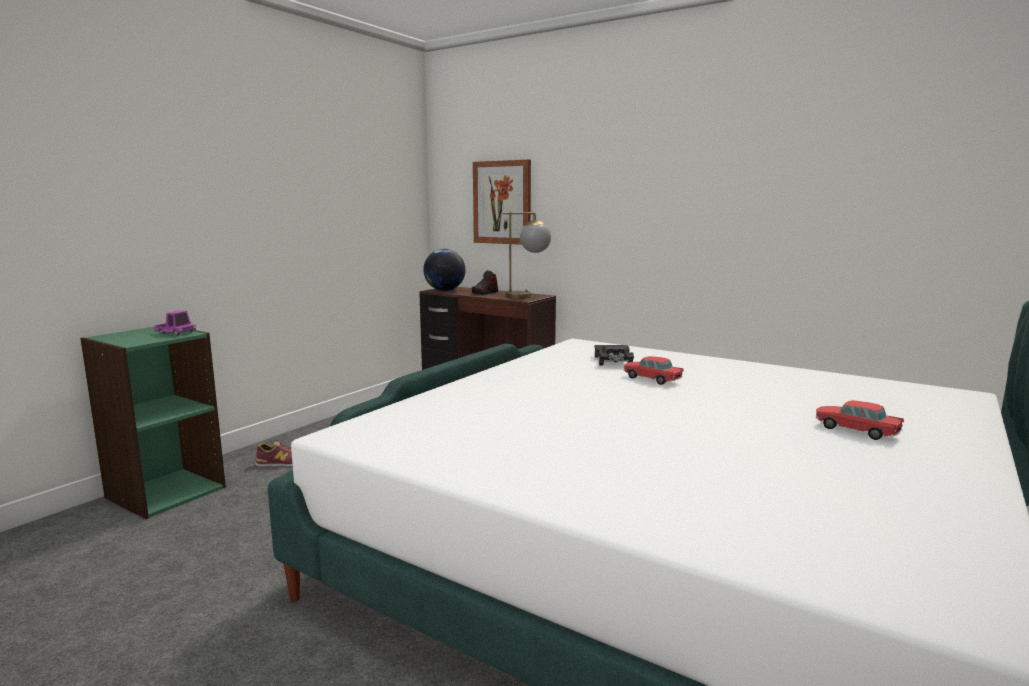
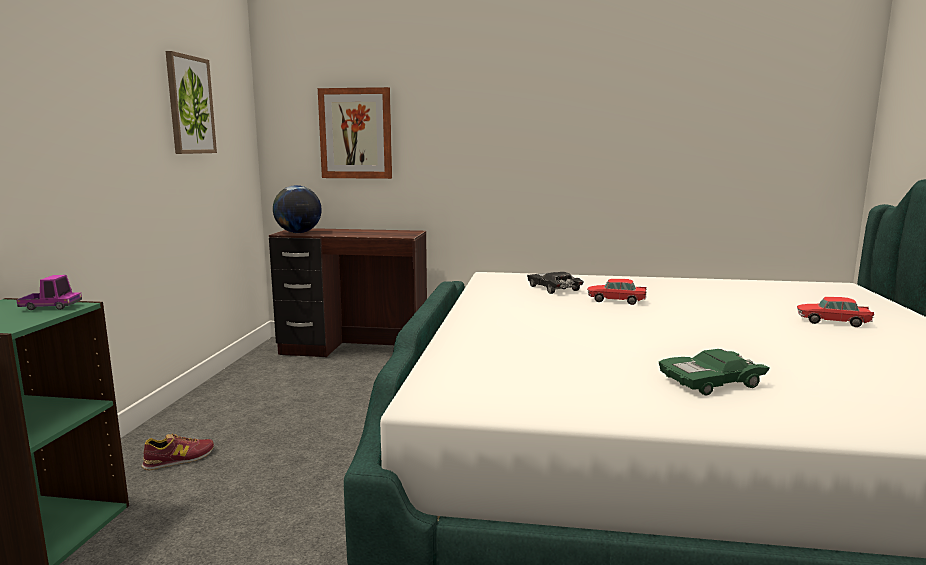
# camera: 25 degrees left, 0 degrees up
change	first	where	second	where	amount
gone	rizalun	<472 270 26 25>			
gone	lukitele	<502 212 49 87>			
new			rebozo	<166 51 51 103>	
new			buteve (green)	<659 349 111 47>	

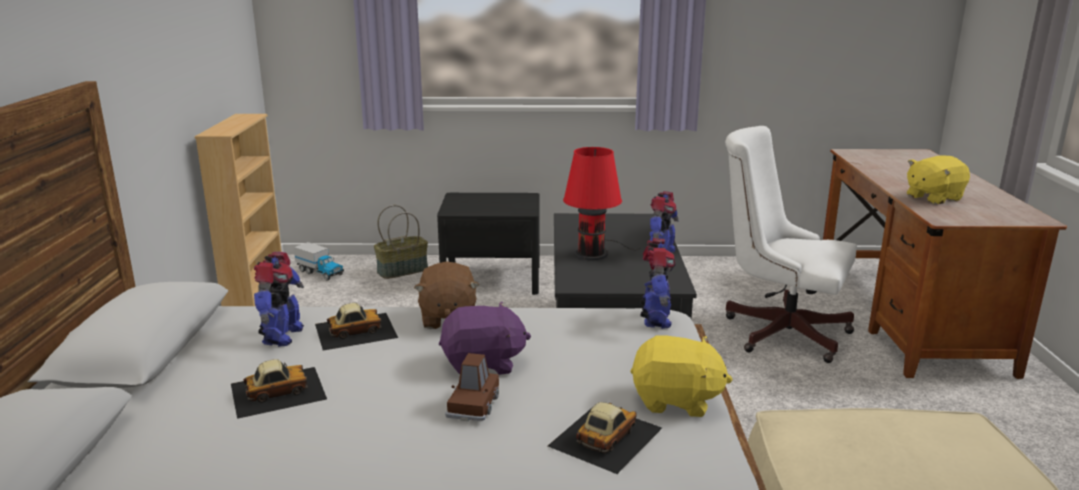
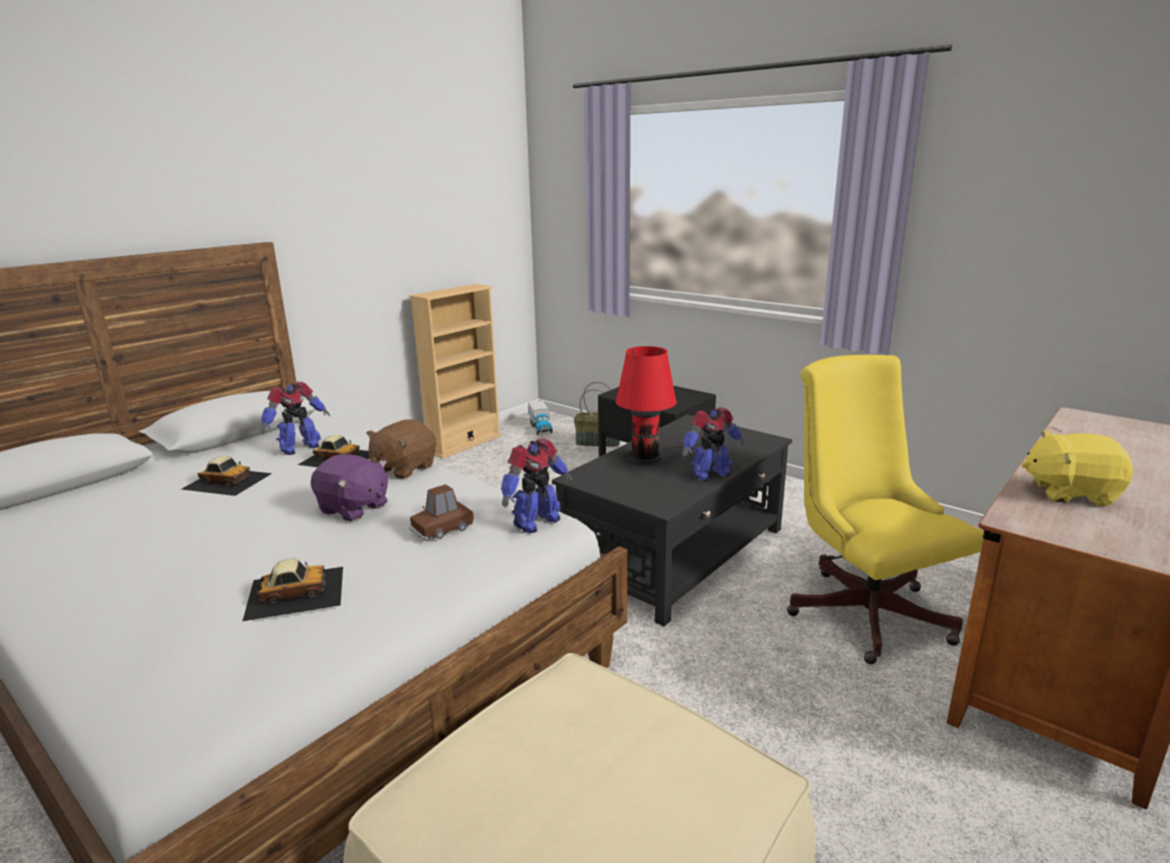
# camera: 40 degrees right, 0 degrees up
change	first	where	second	where	amount
gone	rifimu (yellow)	<630 335 103 82>			
shifted	buteve (brown)	<445 353 54 68>		<409 484 65 57>	
repainted	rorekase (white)	<725 126 132 237>	rorekase (yellow)	<787 355 197 309>	

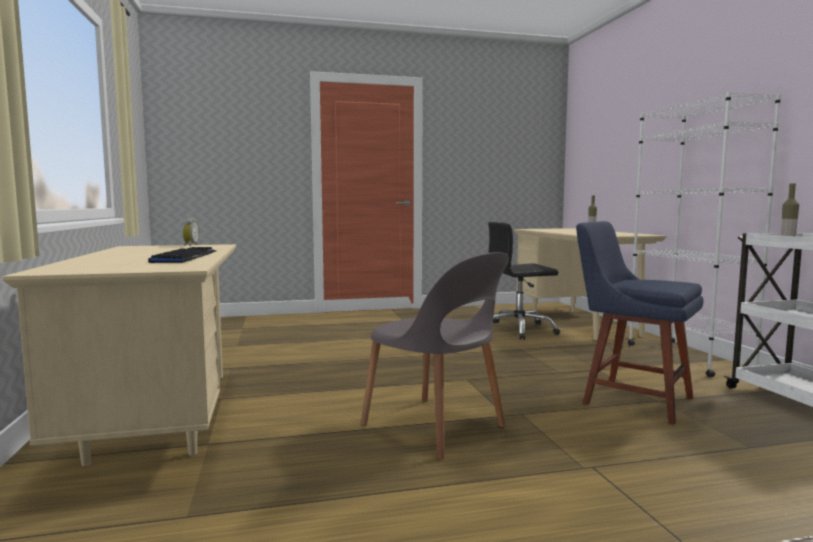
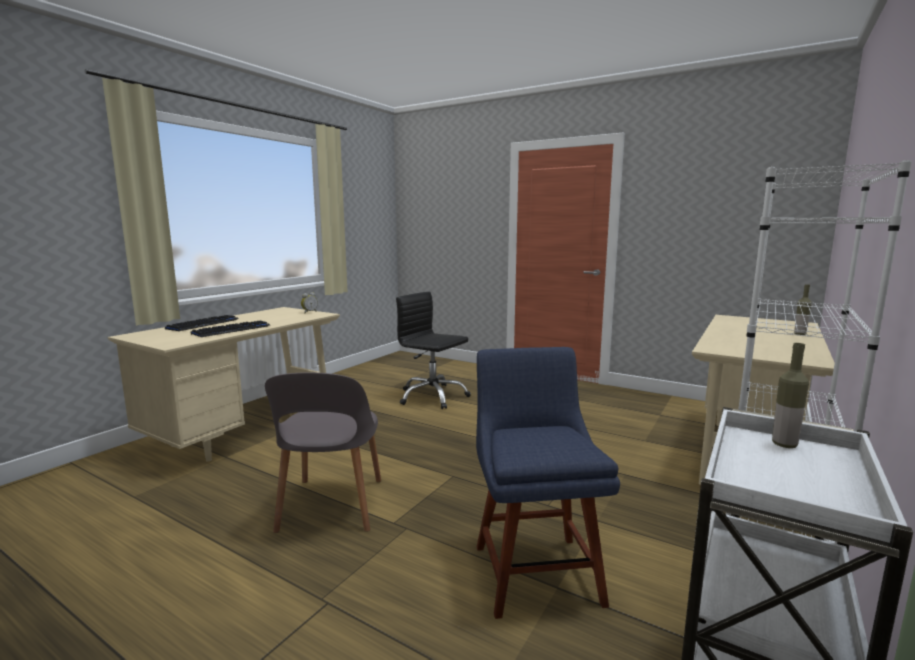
# camera: 45 degrees right, 5 degrees up
change	first	where	second	where	amount
new			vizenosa	<165 315 74 16>	
shifted	rorekase (black)	<488 222 72 118>		<396 292 75 117>	

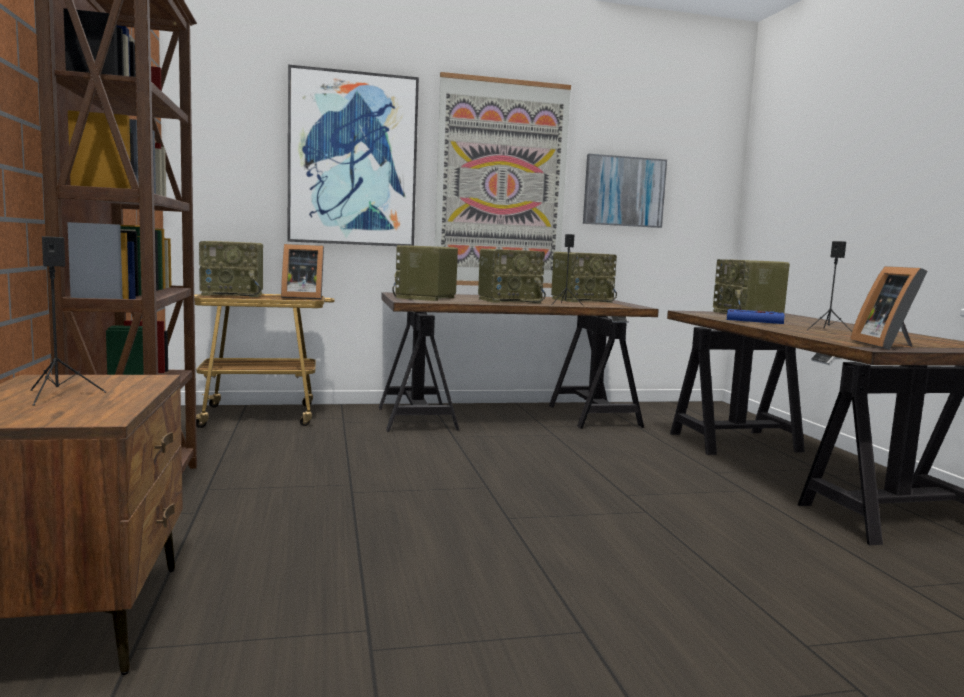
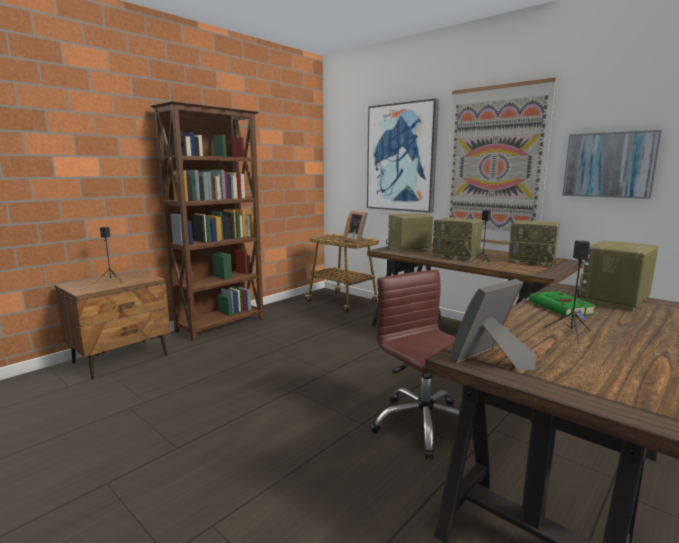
# camera: 55 degrees right, 5 degrees up
change	first	where	second	where	amount
gone	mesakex	<199 241 64 56>			
new			rorekase (brown)	<370 270 103 190>	
repainted	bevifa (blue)	<726 309 64 15>	bevifa (green)	<529 291 67 29>	

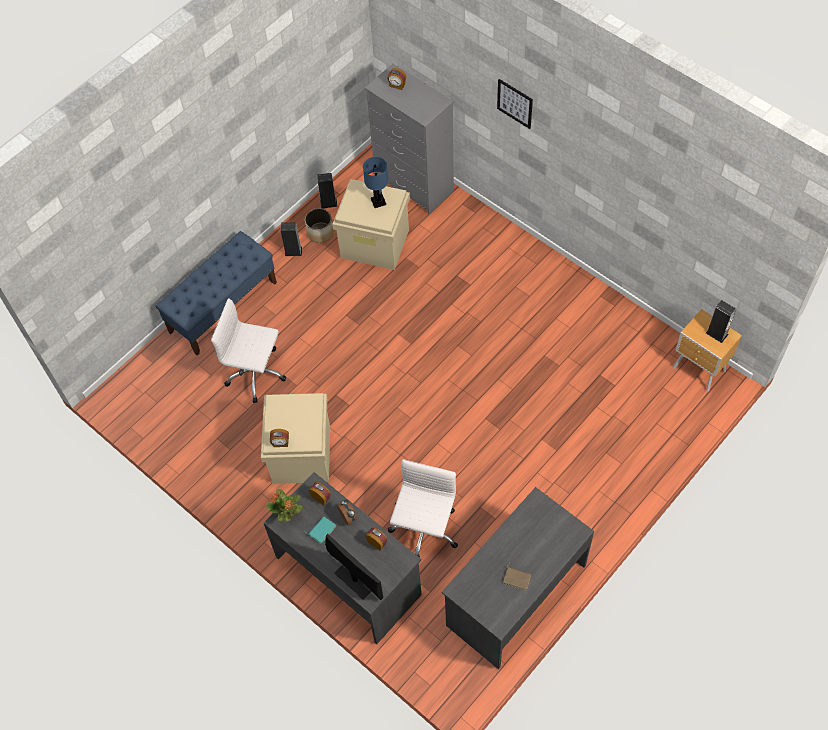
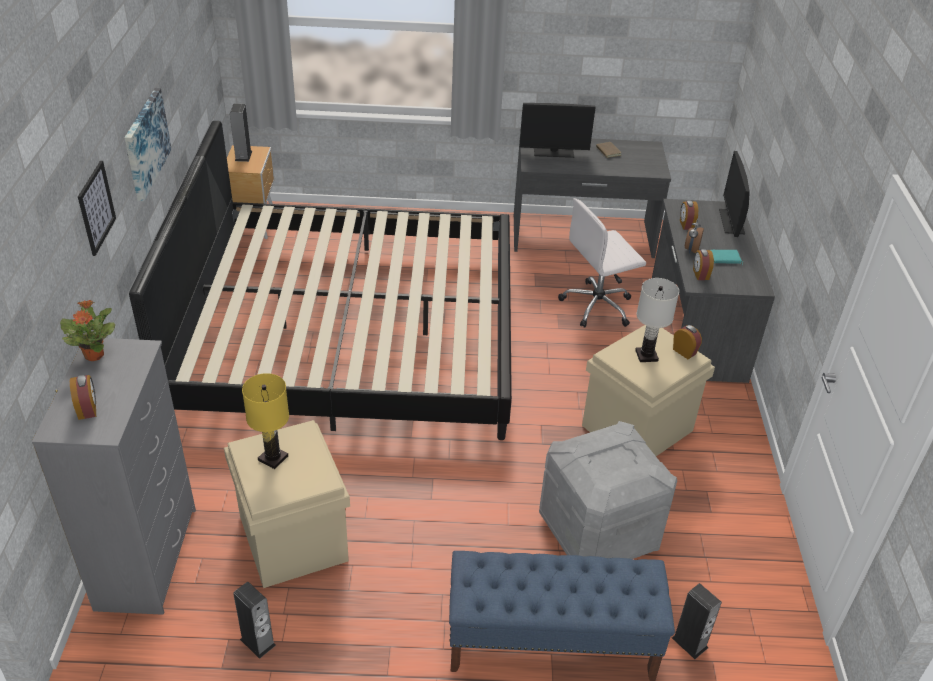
# camera: 135 degrees left, 20 degrees down
change	first	where	second	where	amount
gone	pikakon	<305 208 29 35>			
new			rebozo	<124 88 48 113>	
new			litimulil	<129 121 383 319>	
new			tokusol	<519 103 77 55>	
new			lukitele (white)	<635 278 44 84>	
shifted	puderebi	<266 489 37 33>		<60 300 55 61>	
shifted	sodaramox	<280 222 22 34>		<672 583 50 76>	
swapped	rorekase (white)	<211 298 75 105>	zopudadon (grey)	<539 421 138 138>	
repainted	lukitele (blue)	<363 157 26 51>	lukitele (yellow)	<242 373 47 96>	

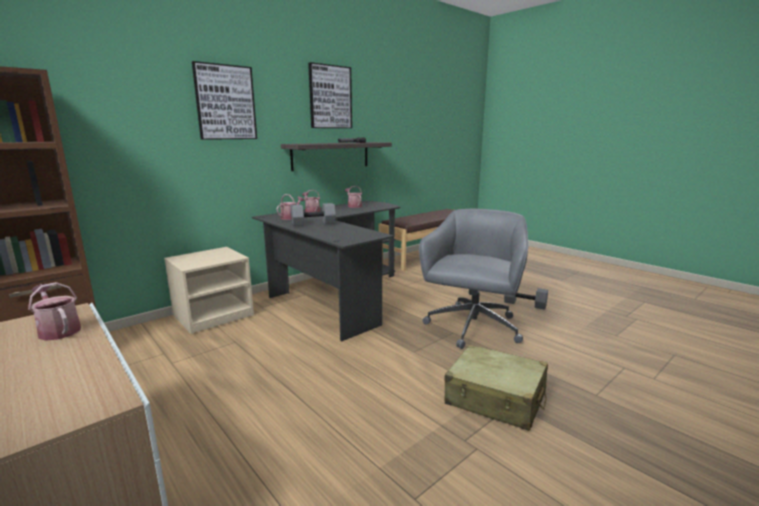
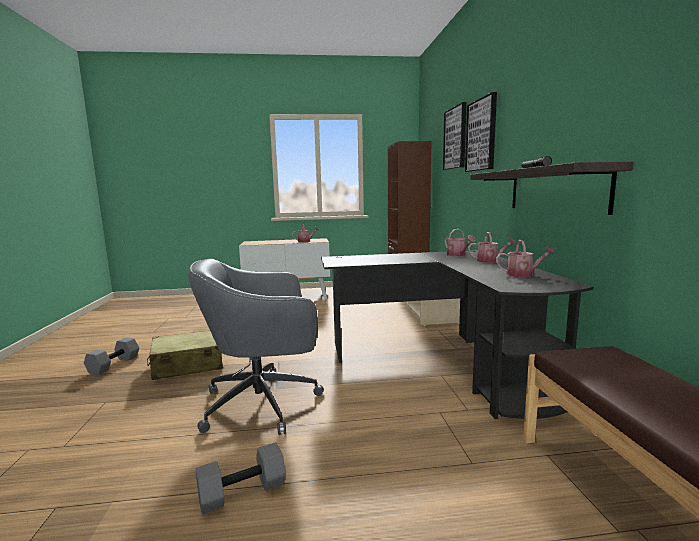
# camera: 125 degrees right, 5 degrees down
change	first	where	second	where	amount
shifted	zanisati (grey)	<291 203 45 23>		<84 337 55 38>	
shifted	rebozo	<308 62 44 66>		<443 102 24 68>	
rotated	rorekase (grey)	<419 209 110 140>		<188 259 136 176>	105 degrees clockwise

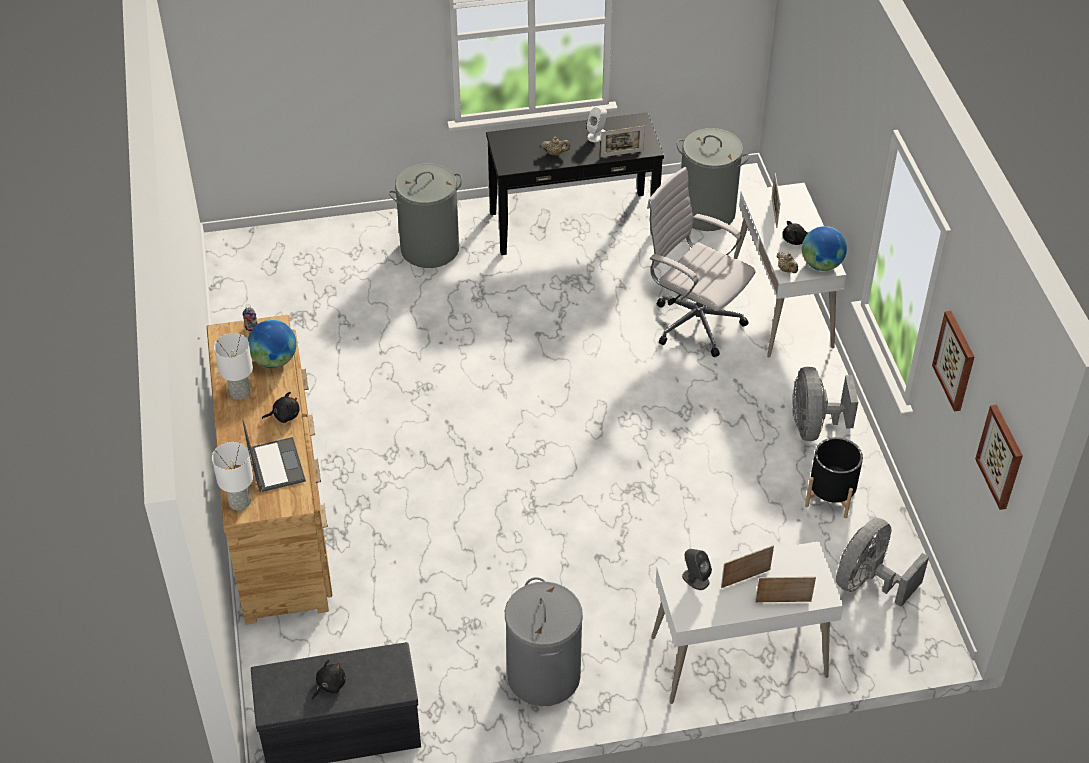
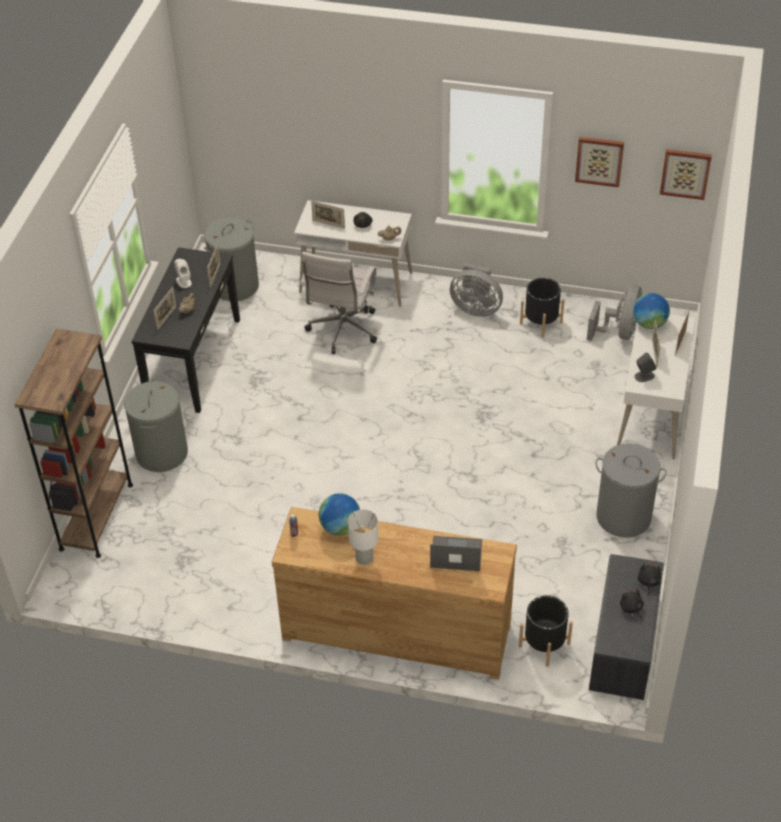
# camera: 65 degrees left, 0 degrees up
change	first	where	second	where	amount
gone	lukitele (white)	<212 442 41 68>			
new			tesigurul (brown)	<15 329 118 229>	
new			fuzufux	<154 287 23 44>	
new			pikakon (black)	<519 595 54 72>	
shifted	rifimu (black)	<262 392 38 31>		<637 561 24 35>	
shifted	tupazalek	<802 226 45 45>		<633 293 37 36>	
rotated	rorekase (white)	<647 167 109 190>		<300 252 77 102>	45 degrees counterclockwise
rotated	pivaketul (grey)	<836 518 93 89>		<587 285 56 56>	135 degrees counterclockwise

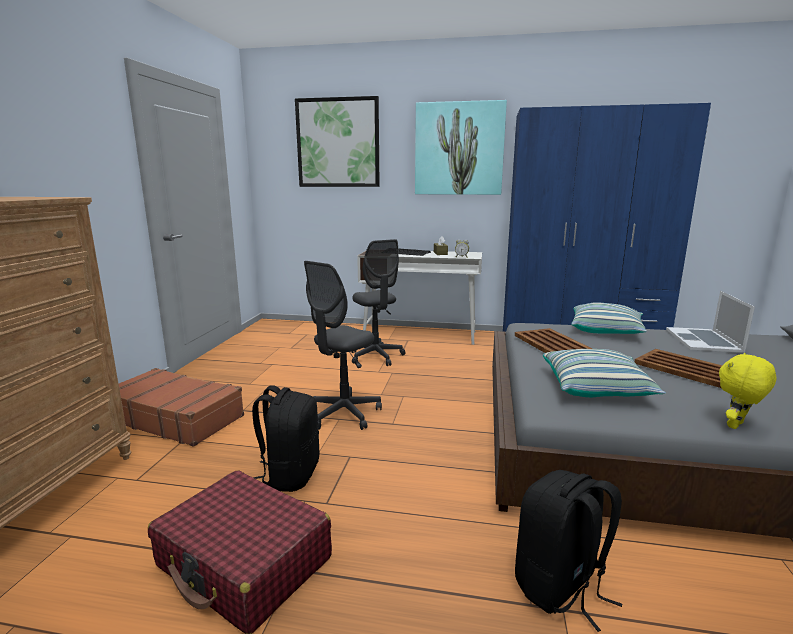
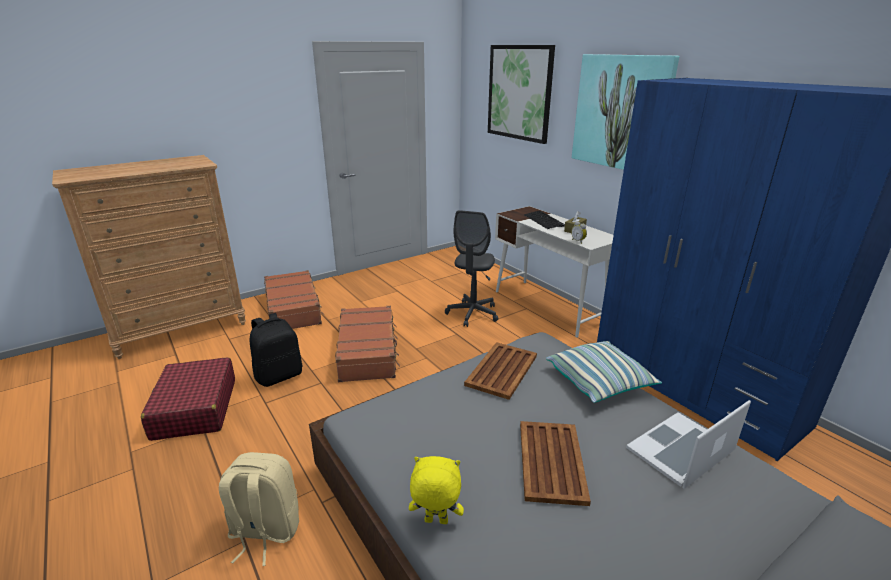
# camera: 45 degrees right, 10 degrees up
change	first	where	second	where	amount
gone	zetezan	<543 349 123 48>			
swapped	rorekase (grey)	<304 261 78 169>	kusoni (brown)	<335 306 65 76>	
repainted	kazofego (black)	<515 470 107 162>	kazofego (beige)	<219 452 80 114>	

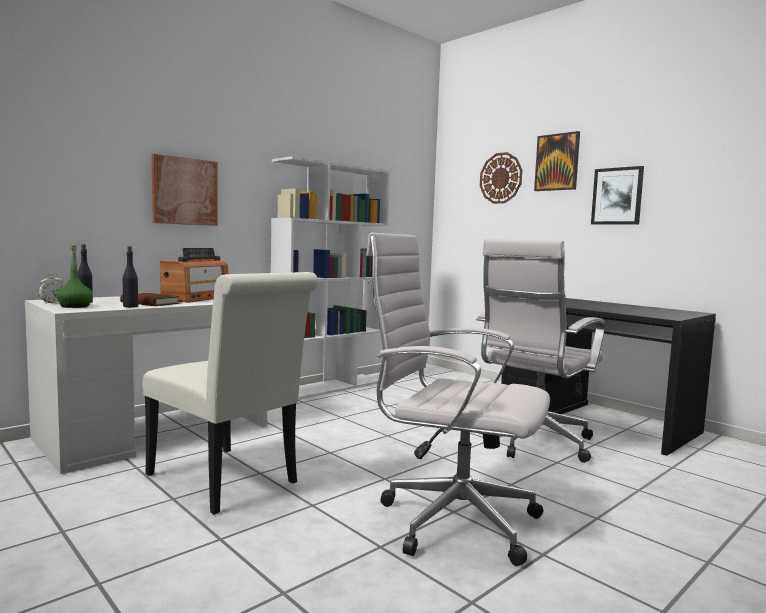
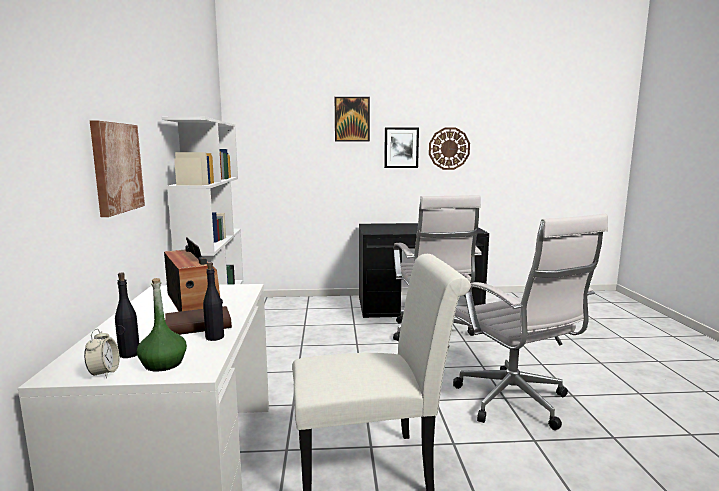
# camera: 50 degrees left, 5 degrees up
change	first	where	second	where	amount
shifted	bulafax	<480 152 42 52>		<429 127 41 43>	
rotated	rorekase (white)	<366 233 184 333>		<453 214 155 216>	90 degrees counterclockwise

